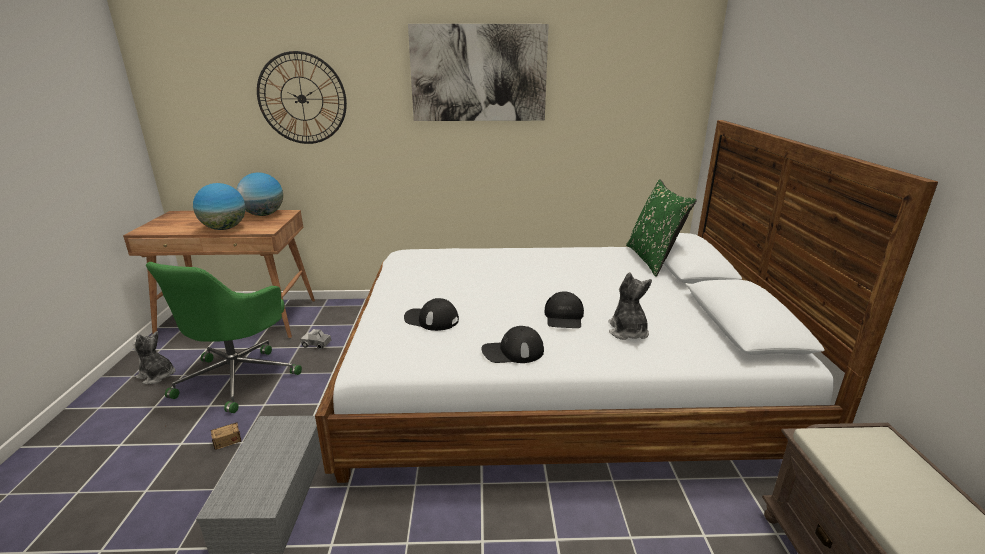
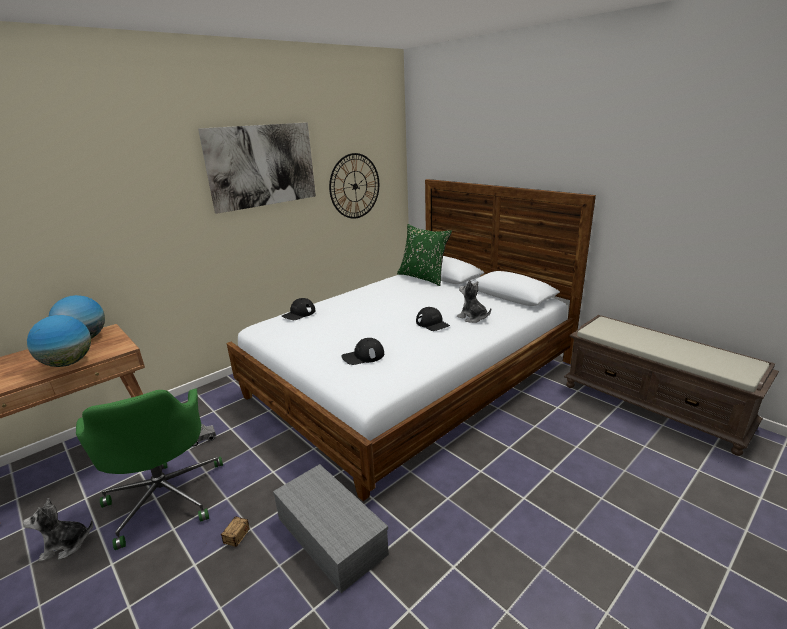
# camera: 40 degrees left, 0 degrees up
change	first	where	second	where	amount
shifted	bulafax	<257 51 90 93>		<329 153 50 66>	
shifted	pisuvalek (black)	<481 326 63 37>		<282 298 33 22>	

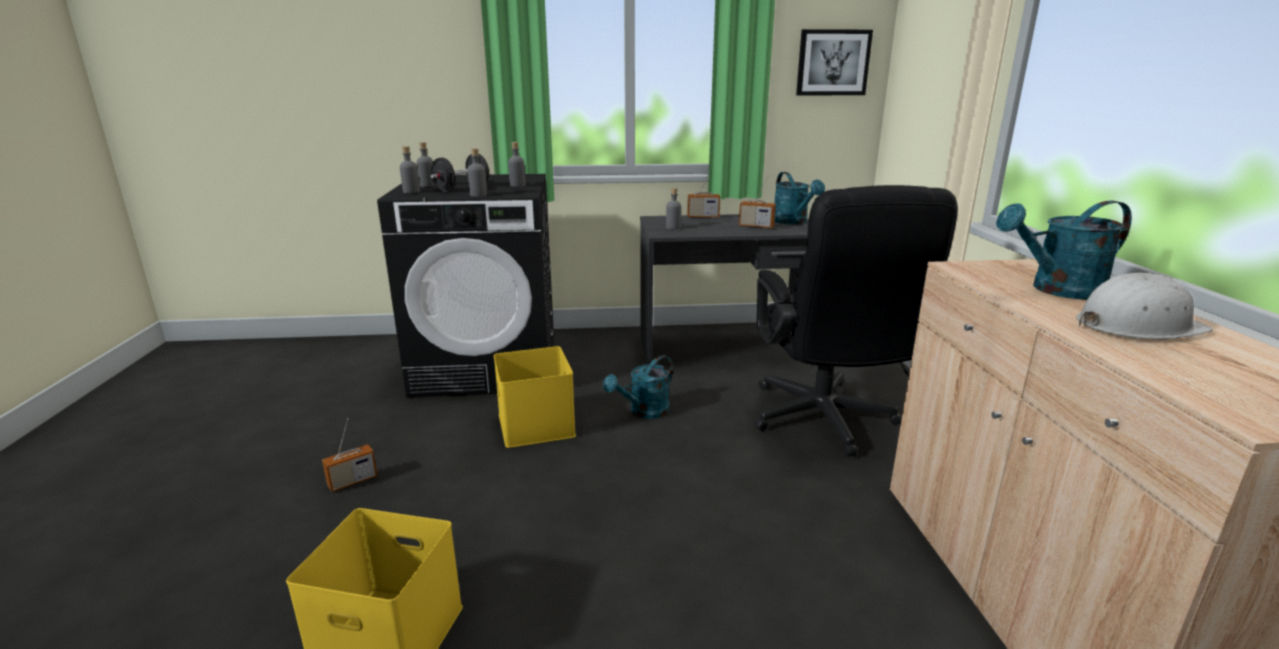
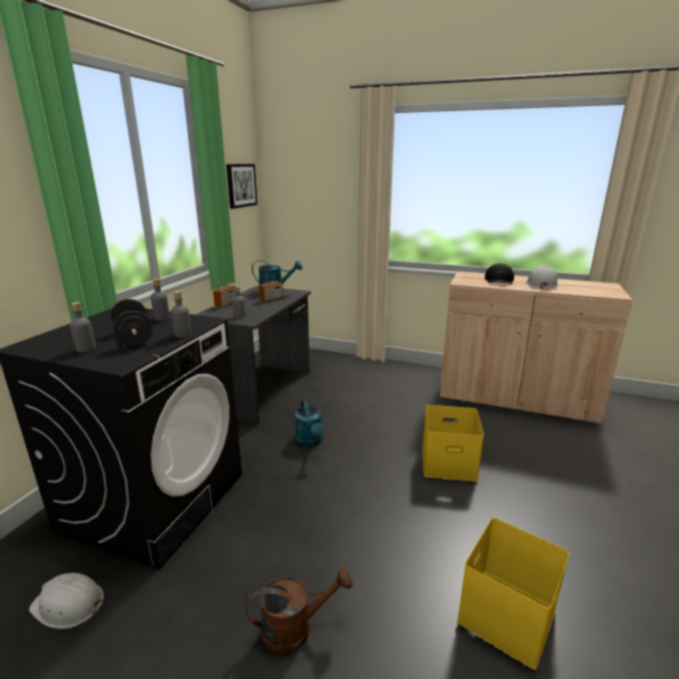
# camera: 65 degrees left, 0 degrees up
change	first	where	second	where	amount
gone	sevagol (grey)	<400 146 20 47>			
gone	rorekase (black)	<755 185 203 271>			
new			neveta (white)	<29 573 75 56>	
shifted	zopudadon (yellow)	<494 346 82 102>		<422 405 62 77>	
swapped	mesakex	<322 418 56 74>	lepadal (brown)	<246 568 106 87>	
swapped	lepadal (turquoise)	<996 200 136 100>	pisuvalek (black)	<485 263 29 22>	

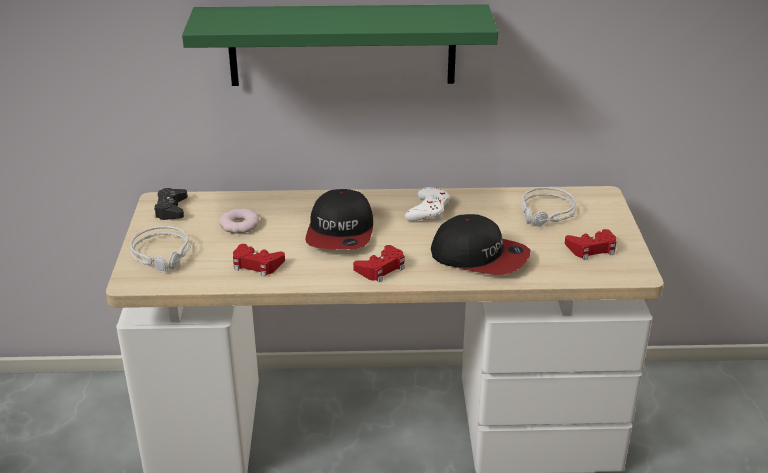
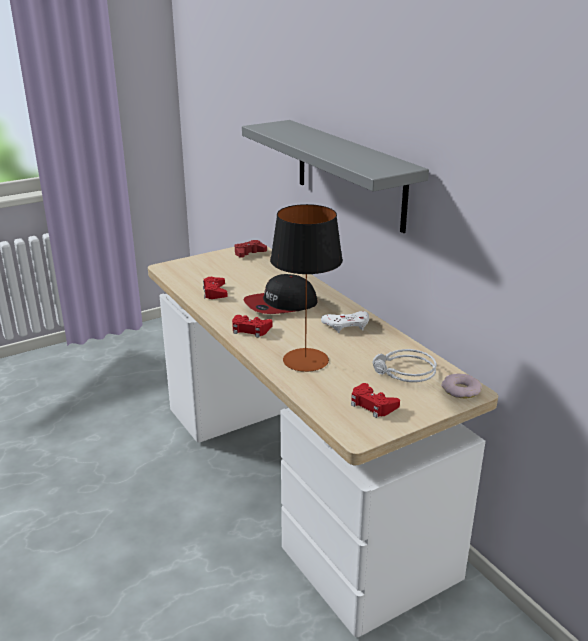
# camera: 60 degrees right, 5 degrees down
change	first	where	second	where	amount
gone	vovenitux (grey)	<130 226 65 46>			
shifted	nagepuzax	<219 208 40 26>		<441 373 41 25>	
swapped	pisuvalek	<431 214 100 61>	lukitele	<270 204 73 168>	
repainted	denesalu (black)	<154 188 34 32>	denesalu (red)	<235 240 32 18>	
repainted	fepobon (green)	<182 4 316 82>	fepobon (grey)	<242 120 187 113>	

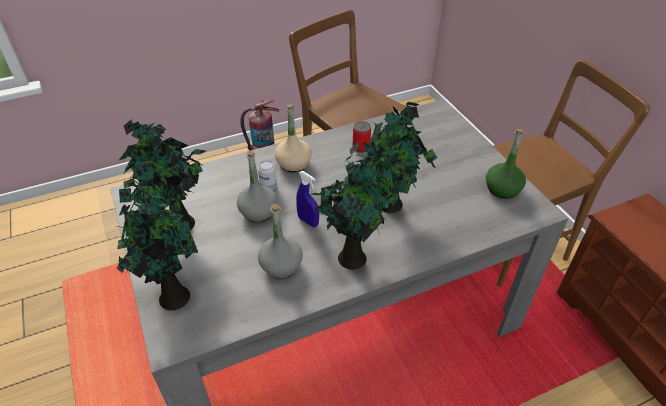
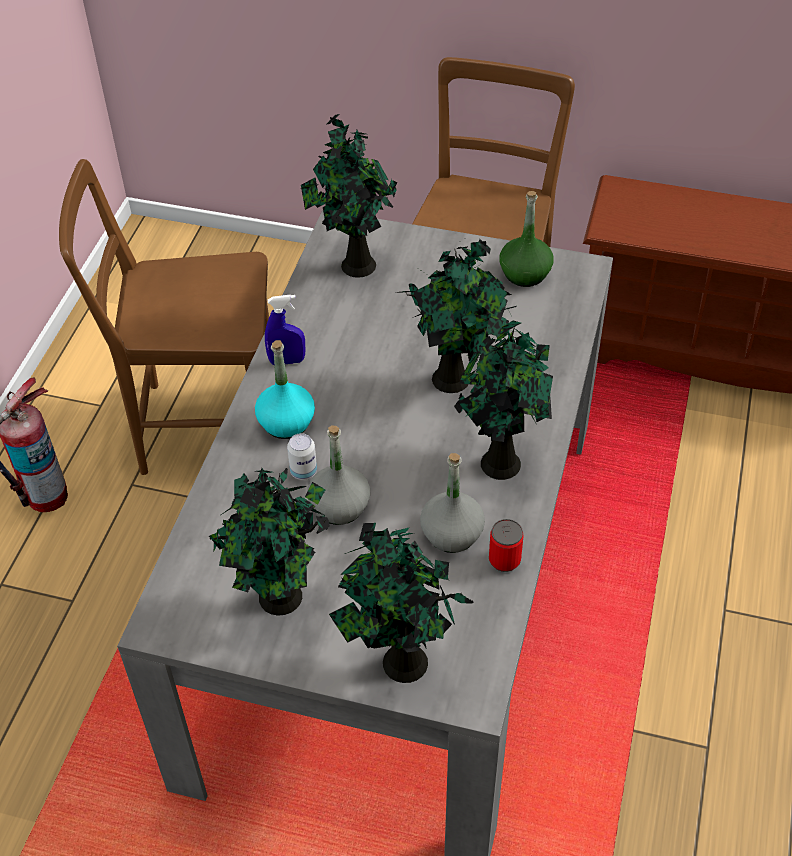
# camera: 50 degrees left, 5 degrees up
change	first	where	second	where	amount
new			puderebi	<300 114 97 164>	
shifted	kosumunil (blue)	<296 171 23 56>		<265 295 40 70>	
shifted	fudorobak	<353 122 18 31>		<489 519 34 53>	
repainted	sevagol (beige)	<275 104 37 68>	sevagol (turquoise)	<255 340 60 99>	

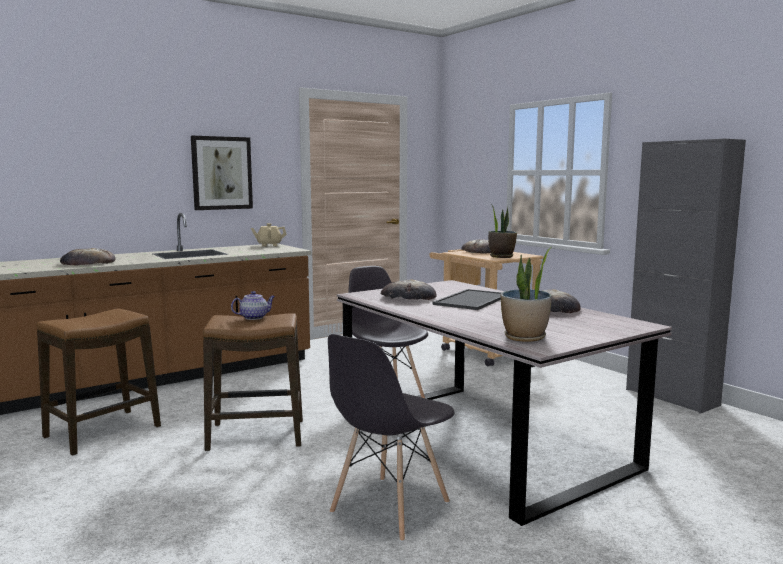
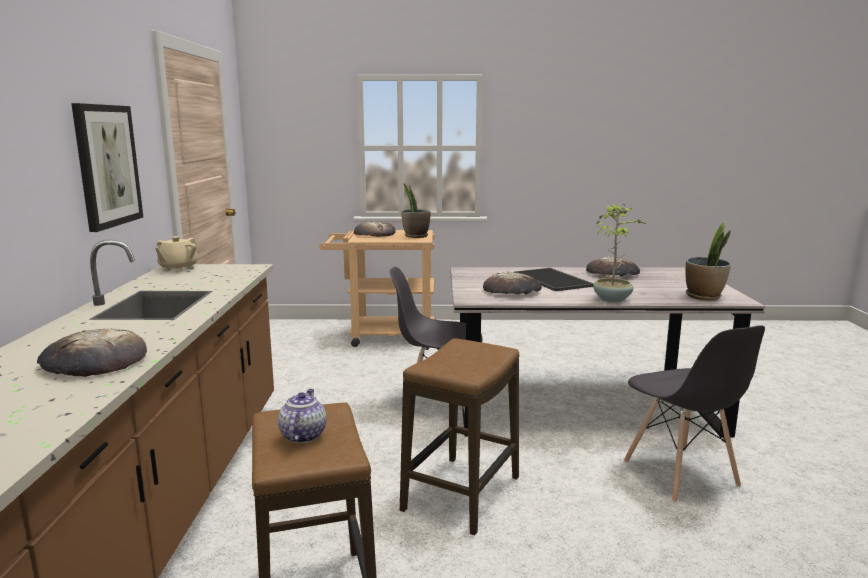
# camera: 55 degrees left, 5 degrees up
change	first	where	second	where	amount
gone	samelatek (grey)	<626 139 120 275>			
new			puderebi	<593 204 53 98>	
shifted	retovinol	<231 291 44 29>		<278 389 49 54>	

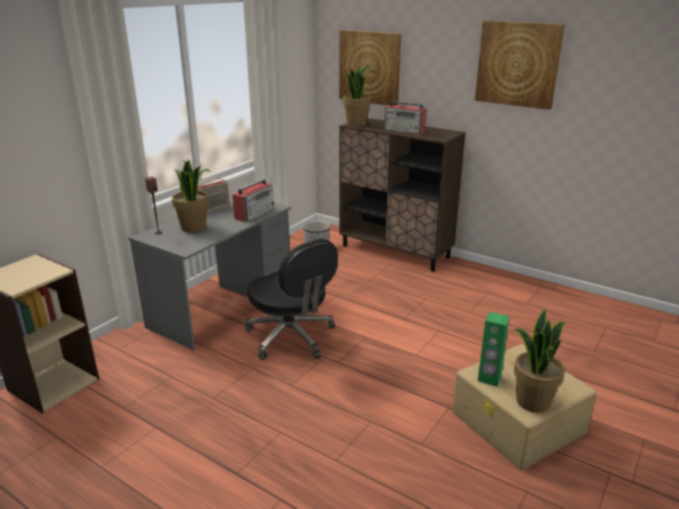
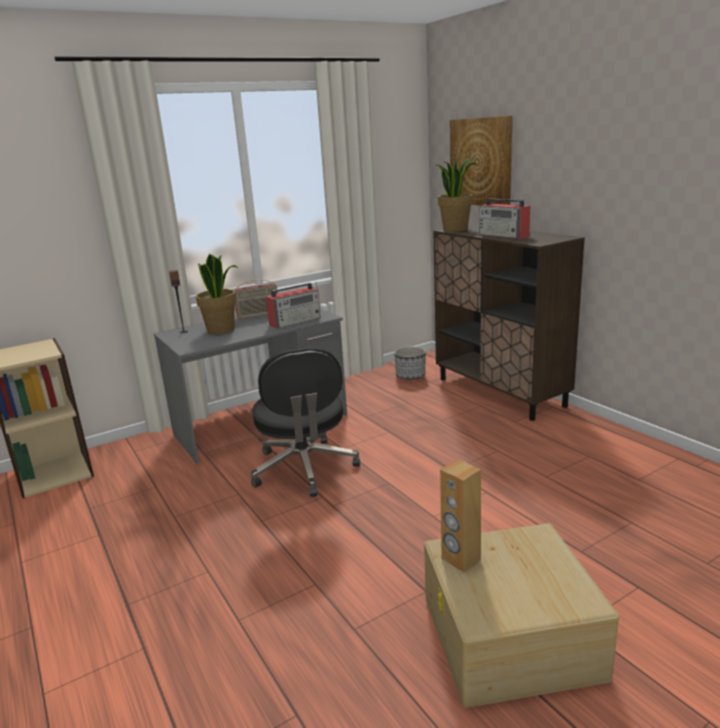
# camera: 25 degrees right, 5 degrees down
change	first	where	second	where	amount
gone	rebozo	<475 20 90 90>			
gone	puderebi	<514 309 51 104>			
repainted	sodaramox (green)	<478 312 32 75>	sodaramox (brown)	<440 459 41 114>	

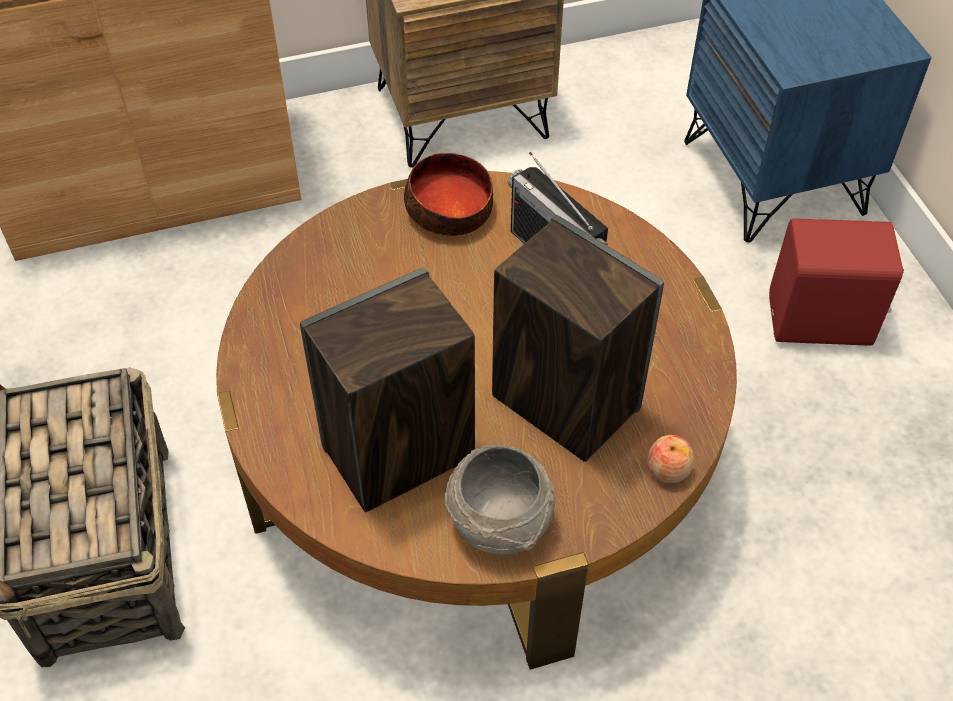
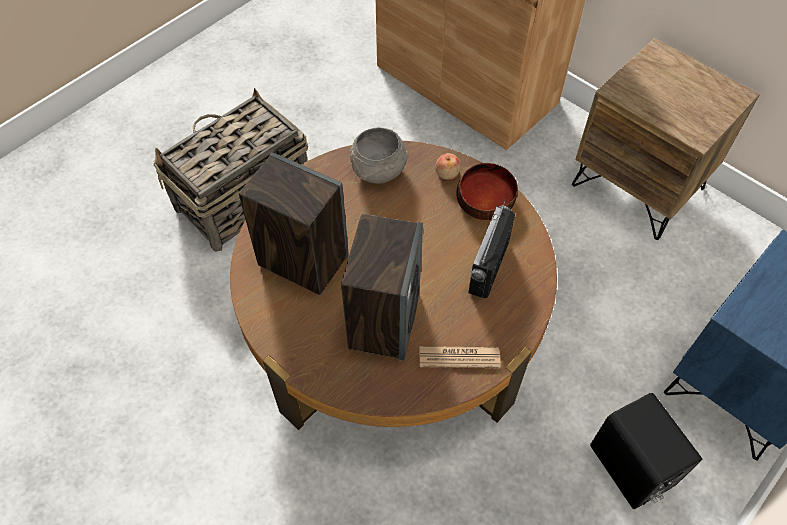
# camera: 60 degrees right, 5 degrees up
change	first	where	second	where	amount
new			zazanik	<420 346 81 22>	
shifted	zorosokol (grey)	<445 445 110 110>		<350 127 58 57>	
shifted	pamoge	<647 435 47 48>		<435 153 25 27>	
repainted	sodaramox (red)	<769 218 135 128>	sodaramox (black)	<590 393 112 116>	

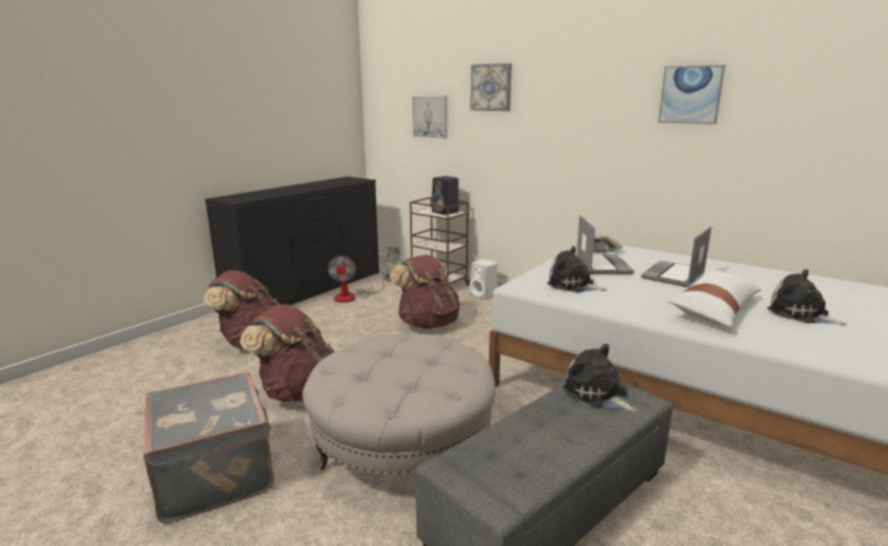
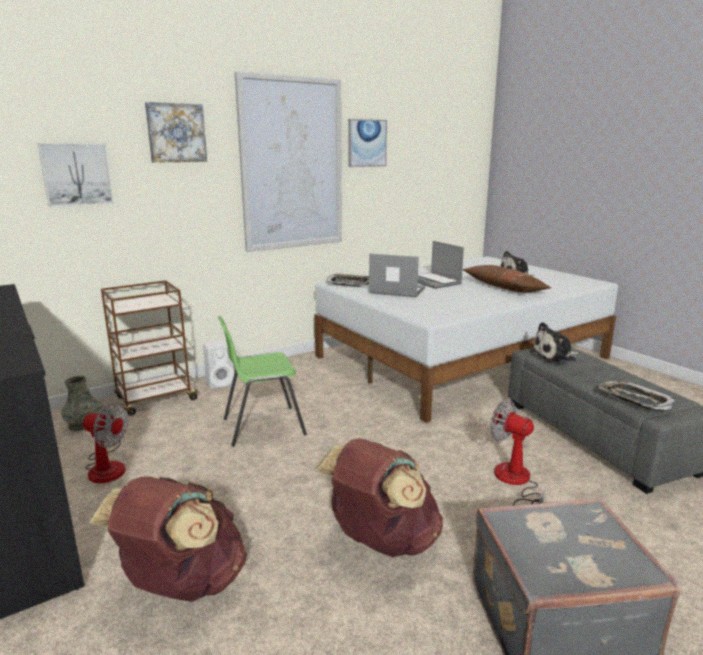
# camera: 70 degrees left, 0 degrees up
change	first	where	second	where	amount
gone	sodaramox (black)	<431 176 28 39>			
gone	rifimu	<547 246 60 47>			
new			rebozo	<235 71 107 181>	
new			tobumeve	<599 380 76 30>	
swapped	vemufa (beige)	<302 334 194 141>	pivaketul	<490 399 54 107>	
swapped	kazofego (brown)	<390 255 70 74>	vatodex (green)	<218 316 89 131>	
repainted	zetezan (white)	<668 270 94 57>	zetezan (brown)	<463 265 88 27>	

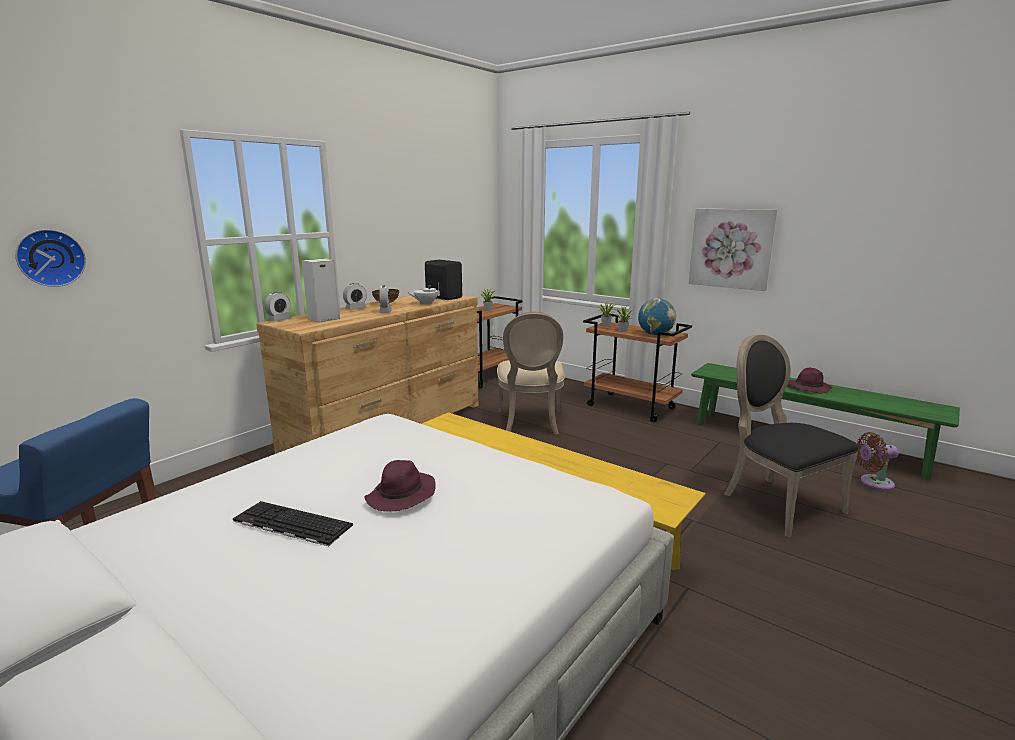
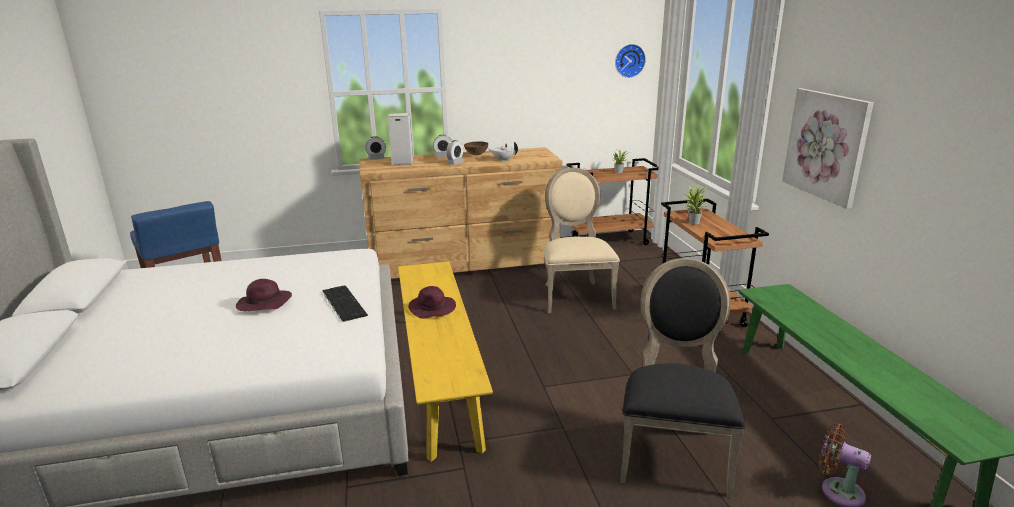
# camera: 40 degrees right, 5 degrees up
change	first	where	second	where	amount
gone	sodaramox (black)	<425 260 37 40>			
gone	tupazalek	<638 298 38 37>			
shifted	bulafax	<15 229 71 58>		<615 44 31 34>	
shifted	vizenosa	<233 501 120 45>		<323 285 45 37>	
shifted	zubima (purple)	<788 367 44 27>		<408 286 48 32>	
rotated	vatodex (beige)	<497 311 68 124>		<543 167 77 146>	135 degrees clockwise

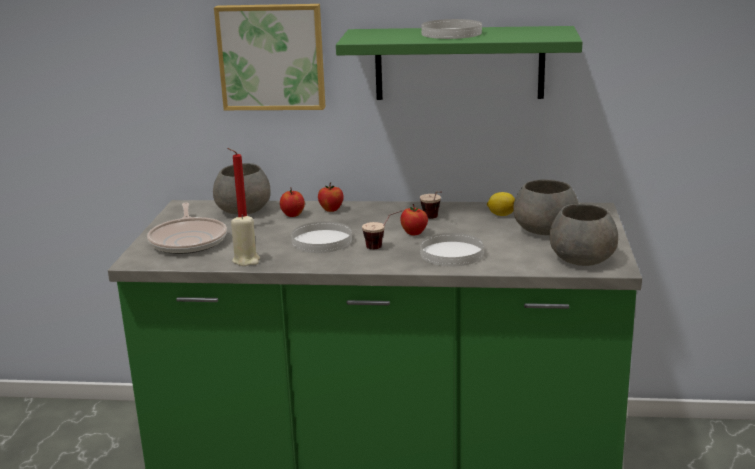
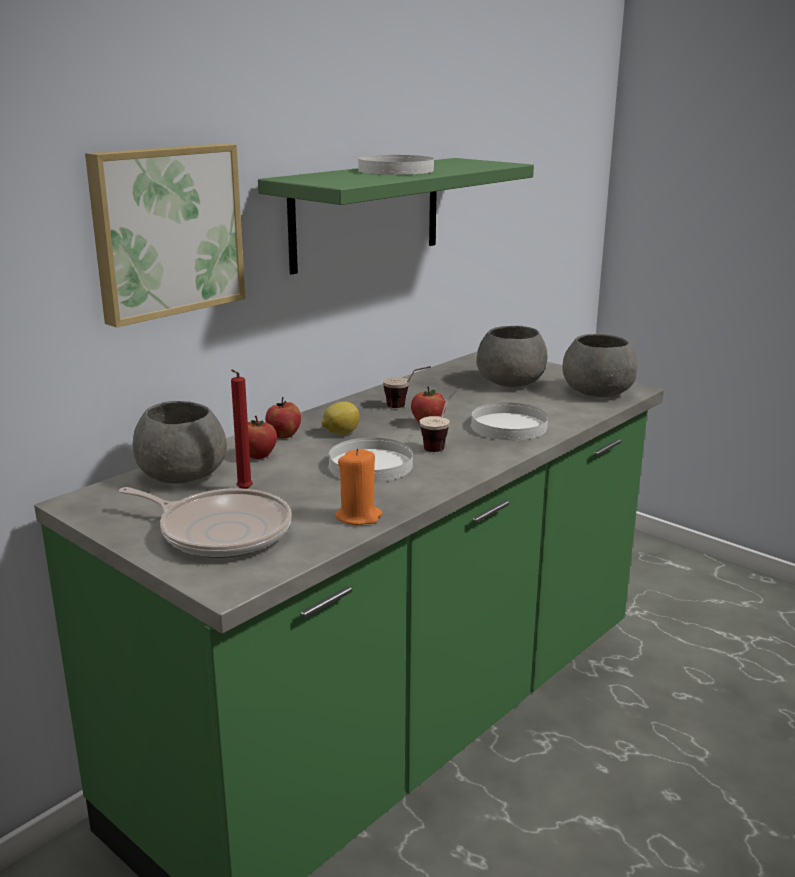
# camera: 55 degrees left, 0 degrees up
change	first	where	second	where	amount
shifted	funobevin	<487 192 28 24>		<322 402 38 33>	
repainted	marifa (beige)	<231 215 29 51>	marifa (orange)	<335 448 47 77>	

